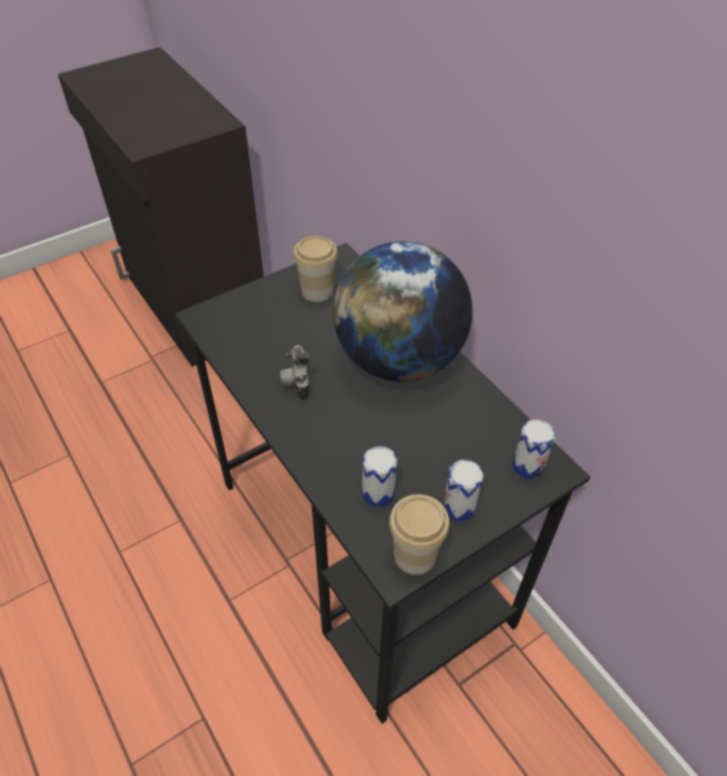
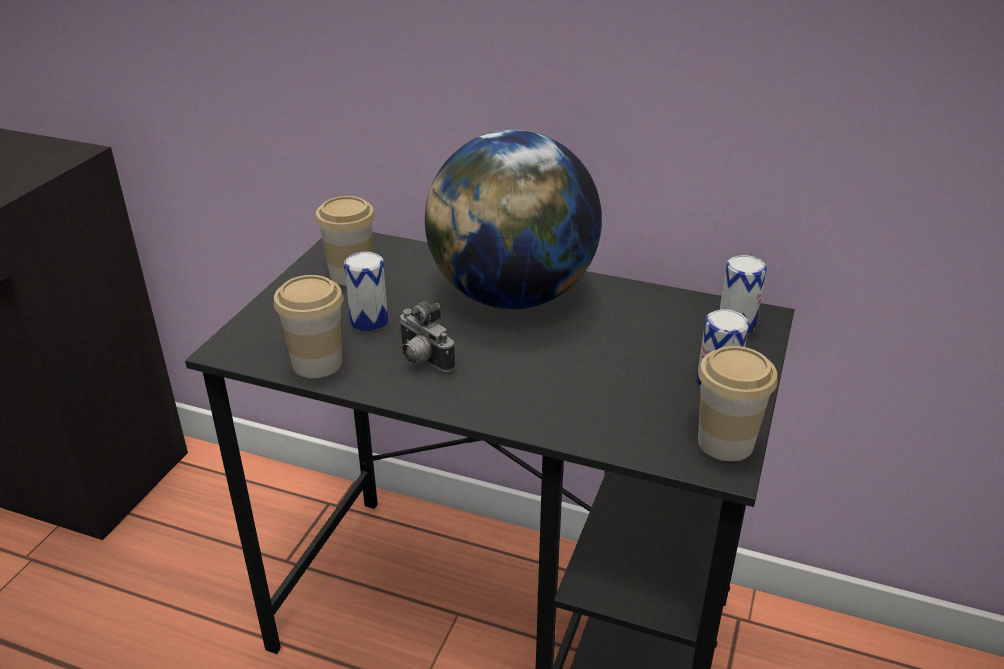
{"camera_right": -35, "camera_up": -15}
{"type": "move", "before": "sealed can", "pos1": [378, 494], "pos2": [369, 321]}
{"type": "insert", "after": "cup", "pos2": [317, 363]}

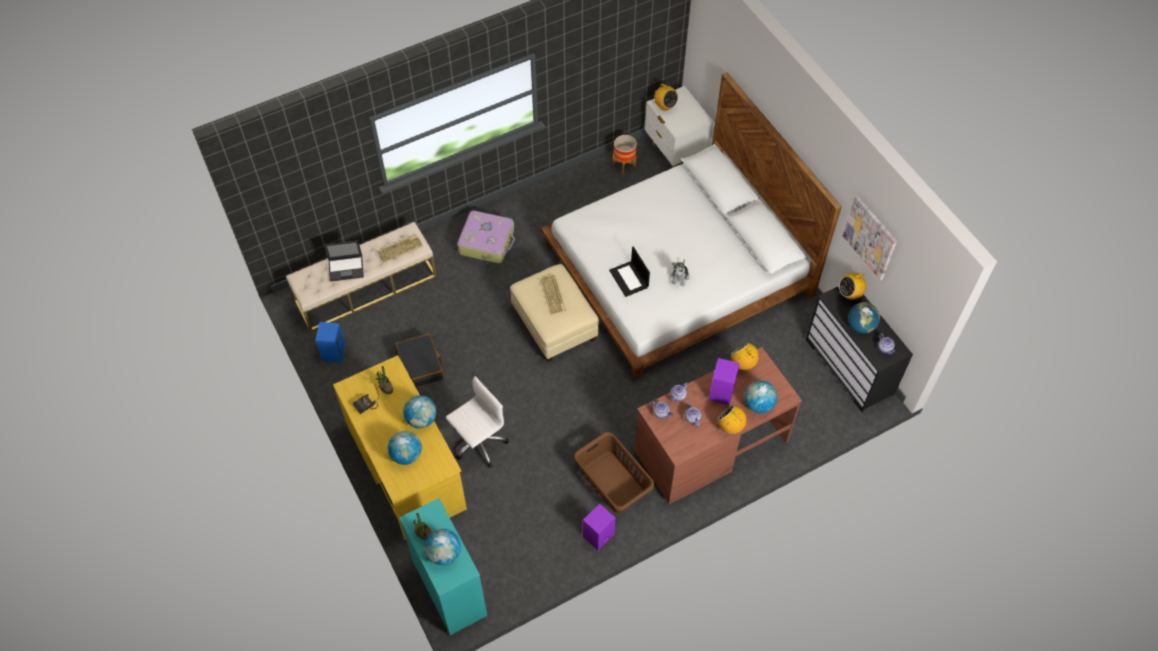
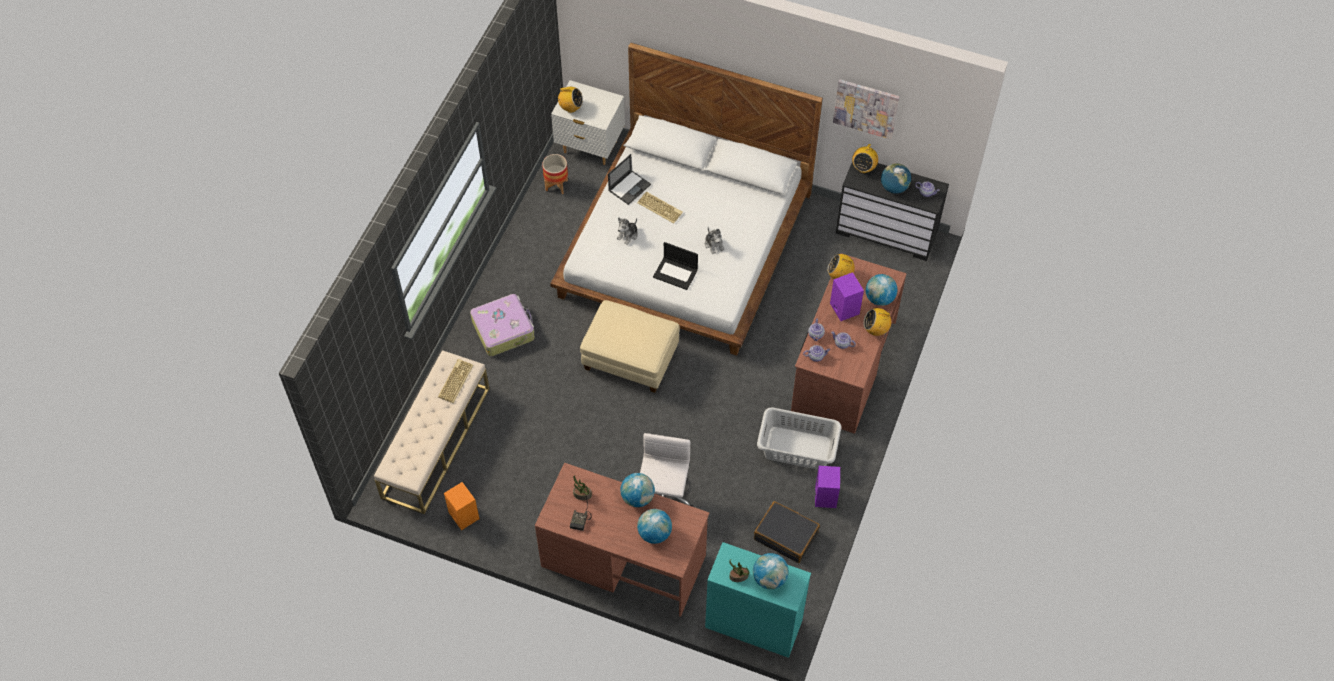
{"camera_right": -40, "camera_up": 0}
{"type": "move", "before": "notebook computer", "pos1": [346, 268], "pos2": [629, 187]}
{"type": "move", "before": "PC keyboard", "pos1": [553, 295], "pos2": [660, 207]}
{"type": "recolor", "before": "blue speaker", "after": "orange-coloured speaker", "pos1": [333, 351], "pos2": [463, 515]}
{"type": "move", "before": "black-coloured piece of luggage", "pos1": [420, 365], "pos2": [786, 536]}
{"type": "recolor", "before": "yellow desk table", "after": "brown desk table", "pos1": [406, 466], "pos2": [623, 560]}
{"type": "recolor", "before": "brown hamper", "after": "greyish hamper", "pos1": [612, 482], "pos2": [797, 449]}
{"type": "insert", "after": "plush toy", "pos2": [628, 235]}

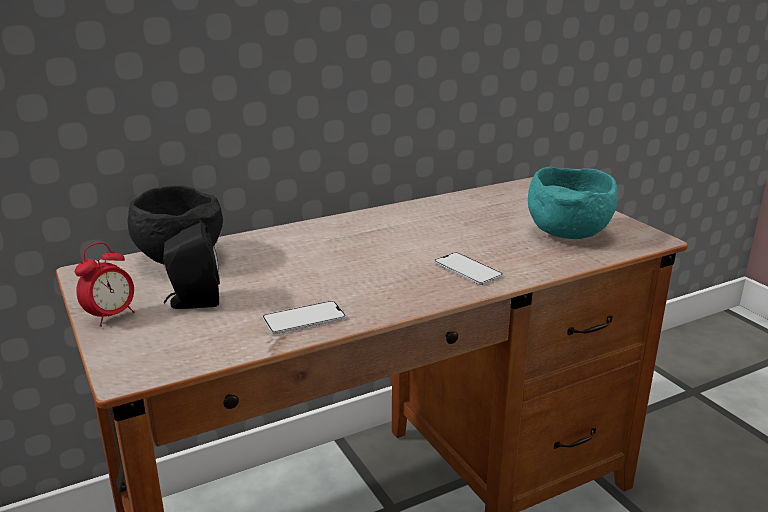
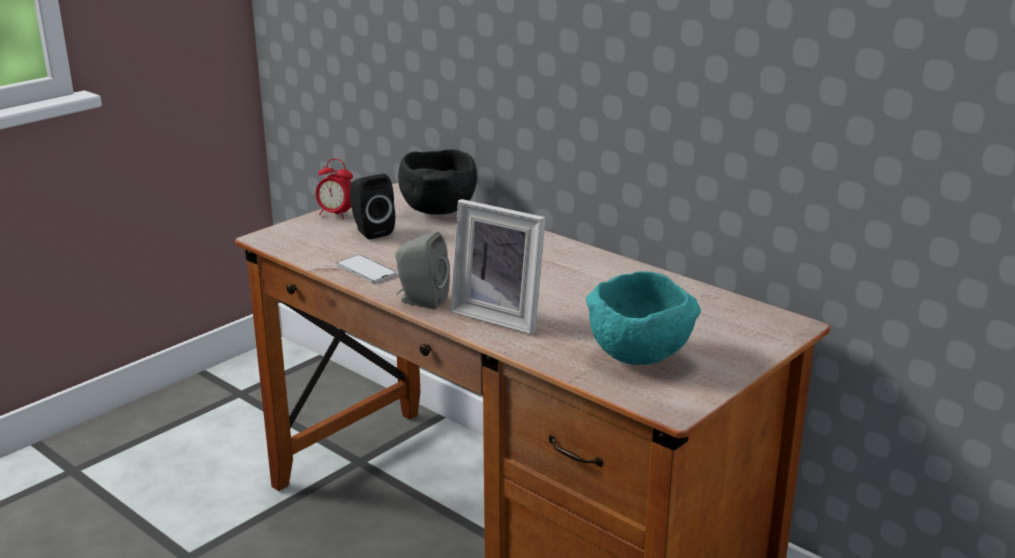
{"camera_right": 70, "camera_up": 0}
{"type": "replace", "before": "handset", "after": "picture frame", "pos1": [467, 269], "pos2": [501, 316]}
{"type": "insert", "after": "greyish speaker", "pos2": [420, 300]}

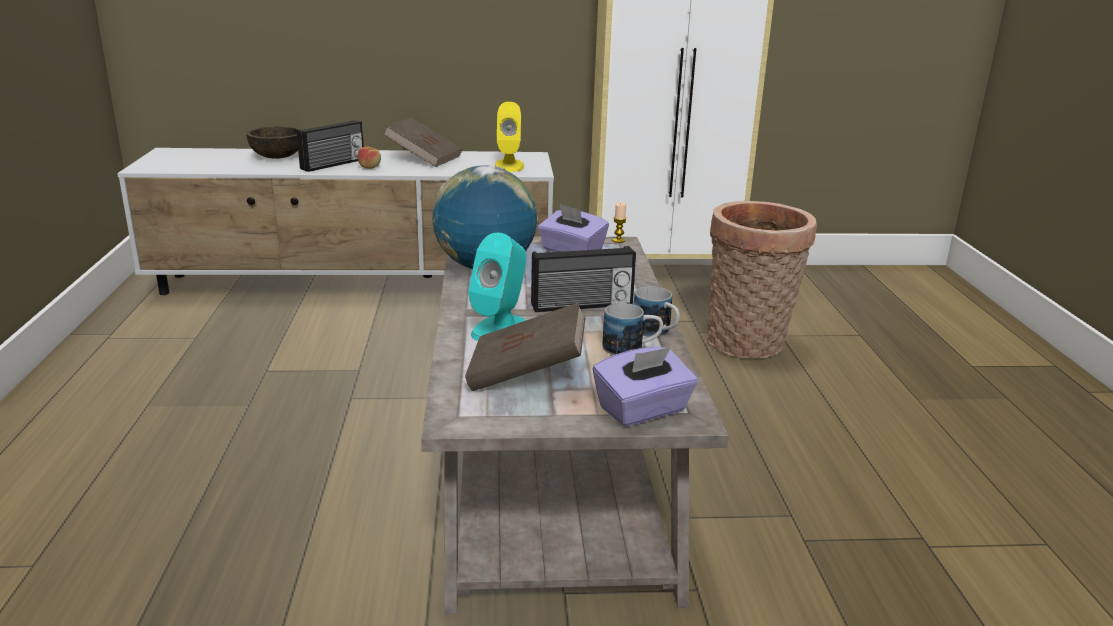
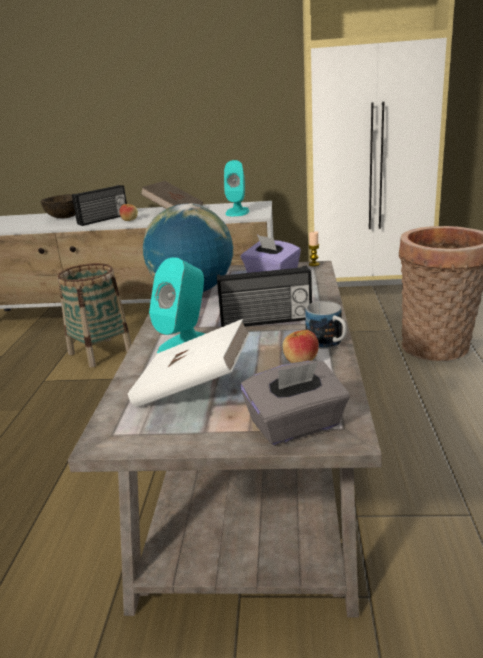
{"camera_right": 10, "camera_up": 0}
{"type": "recolor", "before": "yellow speaker", "after": "turquoise speaker", "pos1": [509, 166], "pos2": [237, 212]}
{"type": "recolor", "before": "brown bound book", "after": "whitish bound book", "pos1": [526, 374], "pos2": [193, 389]}
{"type": "replace", "before": "coffee mug", "after": "apple fruit", "pos1": [631, 349], "pos2": [300, 361]}
{"type": "recolor", "before": "purplish tissue holder", "after": "greyish tissue holder", "pos1": [643, 410], "pos2": [296, 426]}
{"type": "insert", "after": "basket", "pos2": [100, 352]}

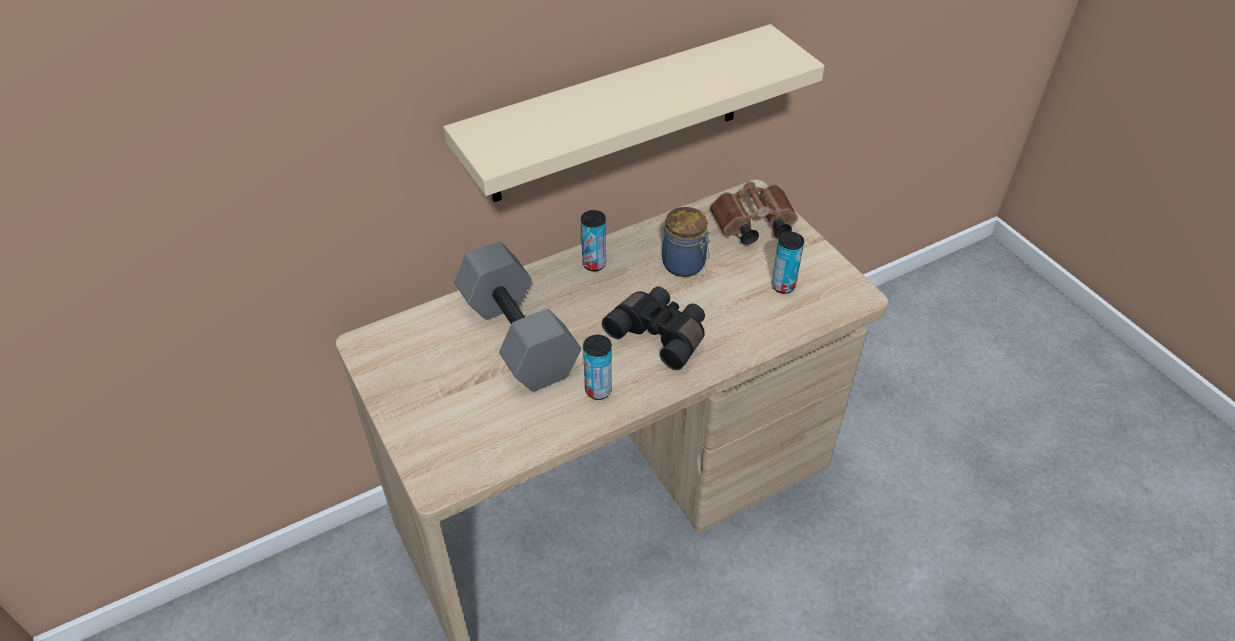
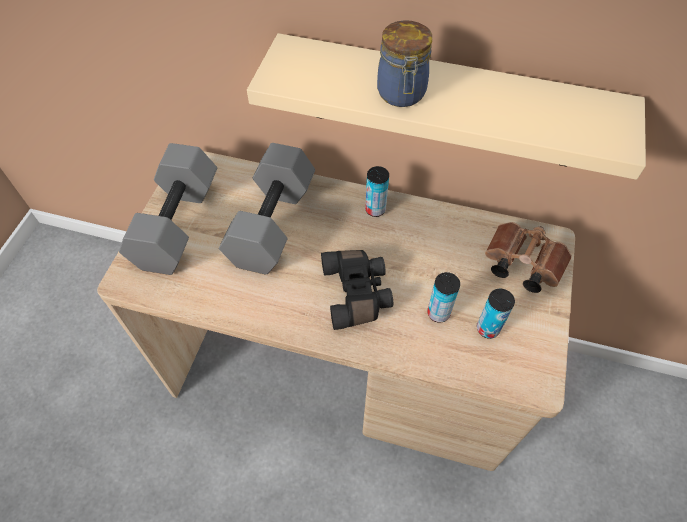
{"camera_right": 45, "camera_up": 10}
{"type": "move", "before": "jar", "pos1": [685, 265], "pos2": [401, 94]}
{"type": "move", "before": "sealed can", "pos1": [598, 390], "pos2": [438, 313]}
{"type": "insert", "after": "greyish hand weight", "pos2": [178, 225]}

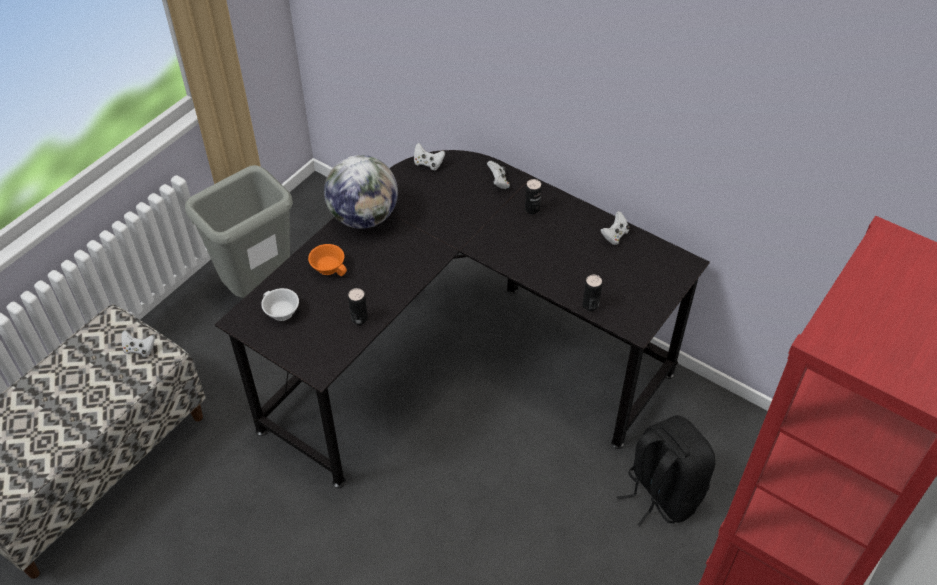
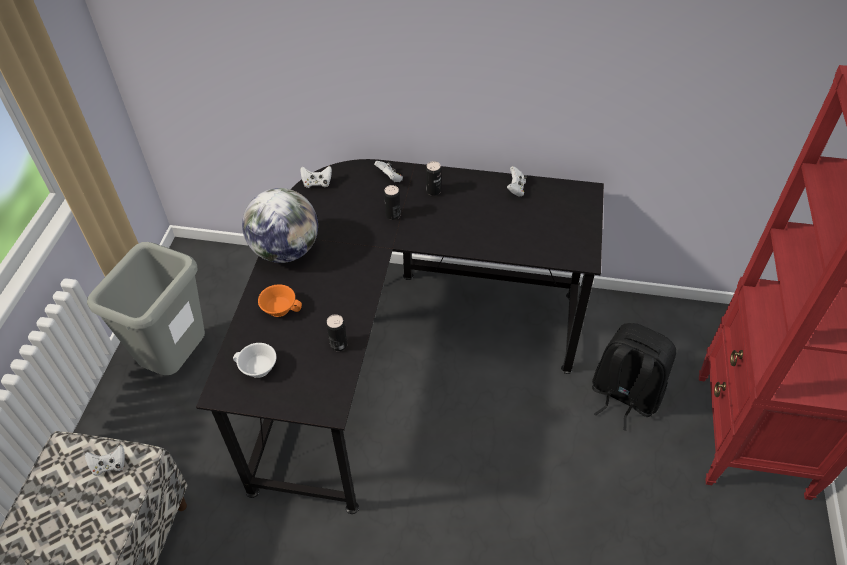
{"camera_right": -25, "camera_up": 0}
{"type": "move", "before": "sealed can", "pos1": [590, 305], "pos2": [393, 215]}

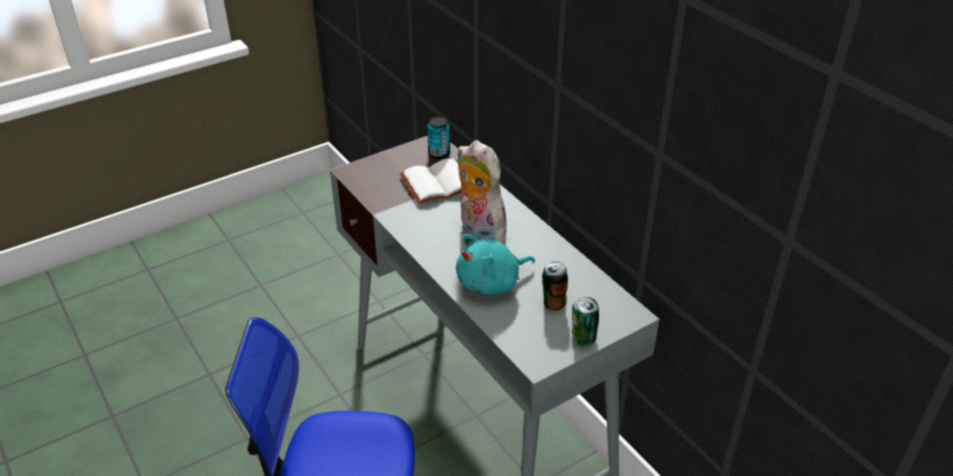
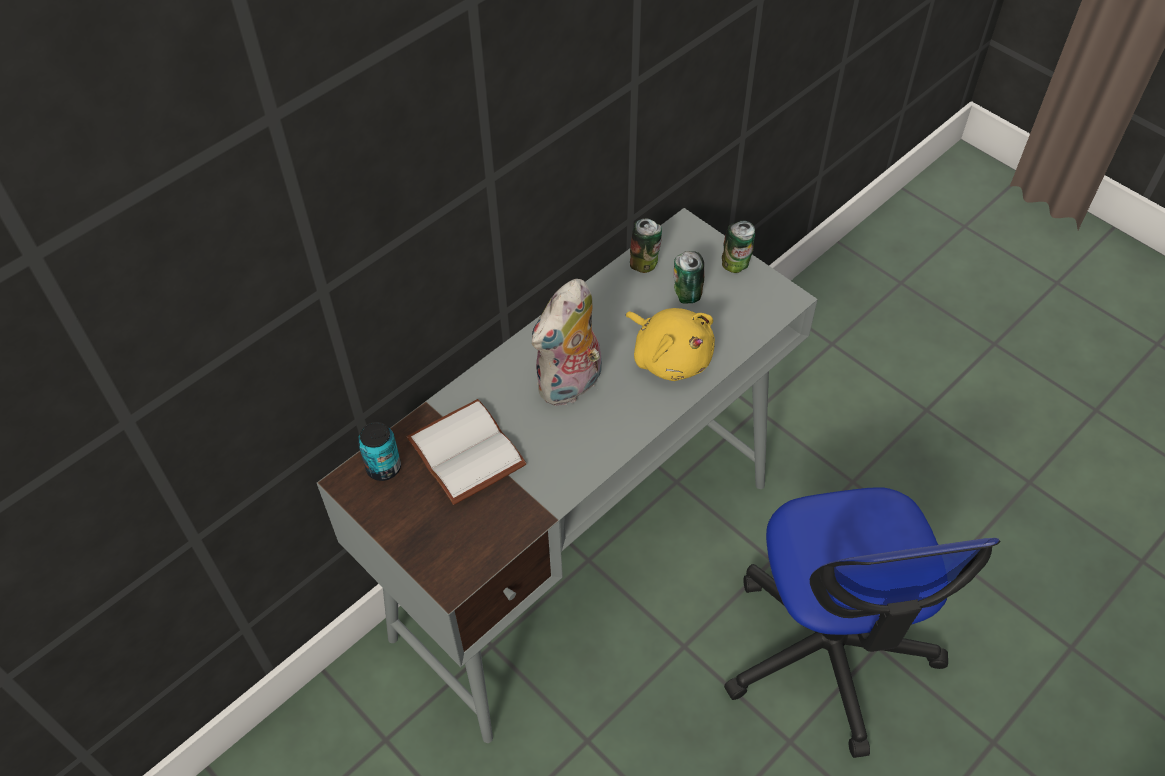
{"camera_right": -100, "camera_up": 15}
{"type": "recolor", "before": "turquoise plush toy", "after": "yellow plush toy", "pos1": [491, 283], "pos2": [670, 356]}
{"type": "insert", "after": "sealed can", "pos2": [645, 263]}

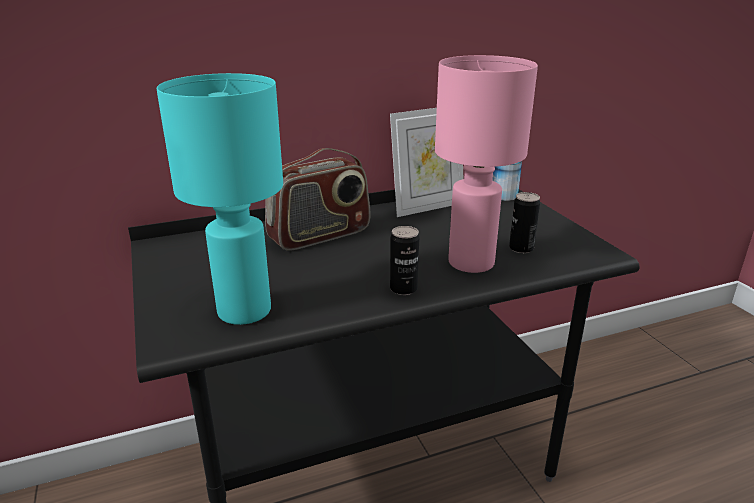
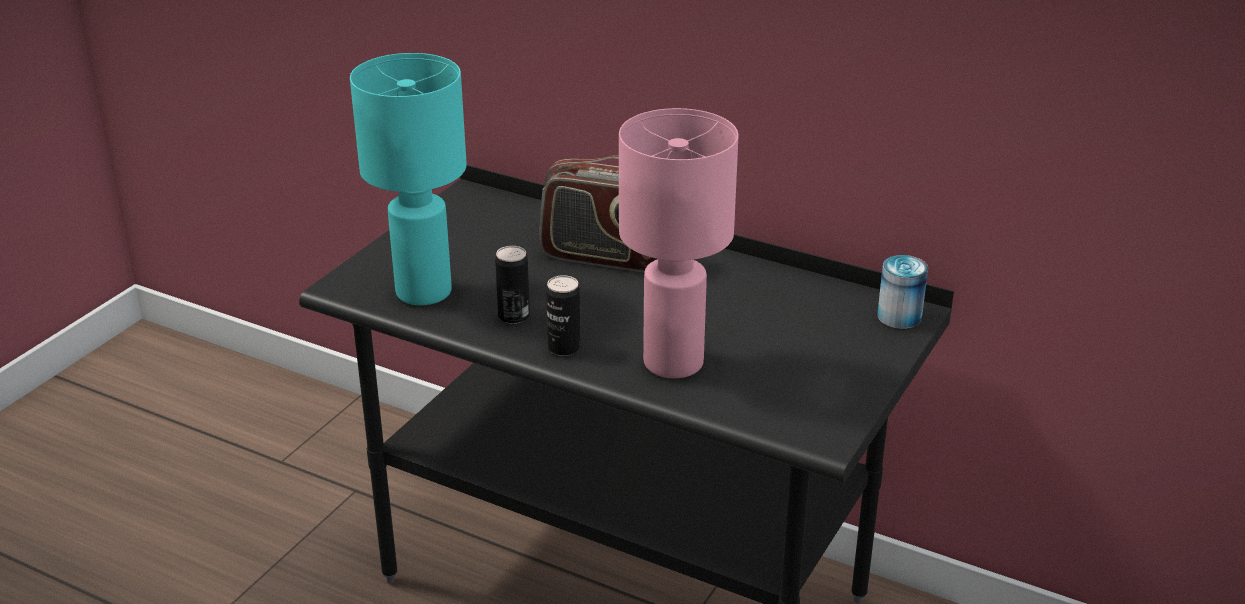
{"camera_right": 50, "camera_up": 5}
{"type": "delete", "before": "picture frame", "pos1": [427, 207]}
{"type": "move", "before": "sealed can", "pos1": [521, 248], "pos2": [514, 316]}

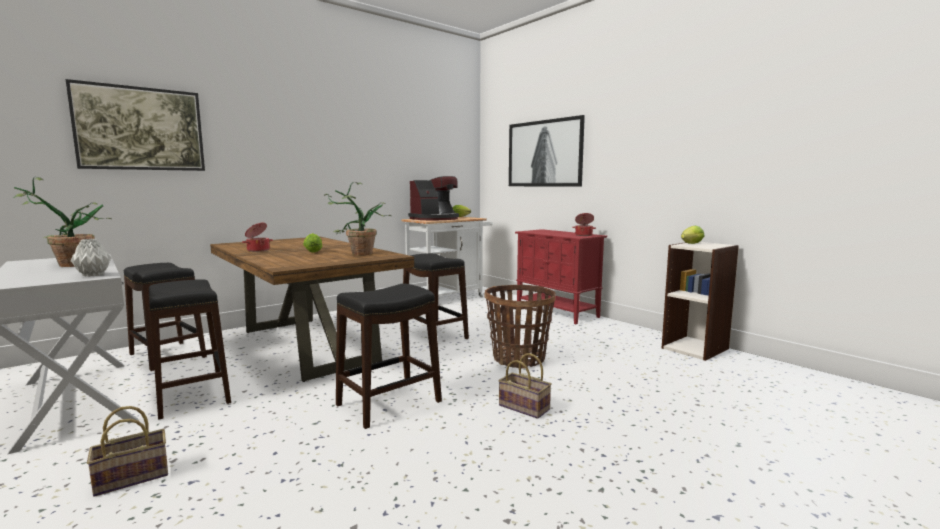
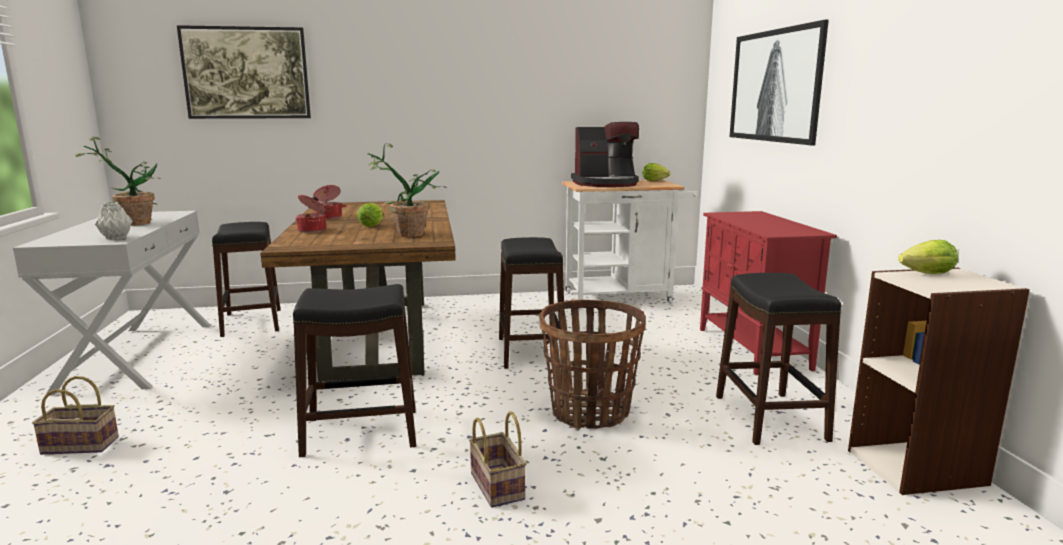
{"camera_right": 30, "camera_up": 5}
{"type": "move", "before": "stockpot", "pos1": [583, 235], "pos2": [313, 230]}
{"type": "move", "before": "black-coloured sitting stool", "pos1": [191, 395], "pos2": [769, 418]}

